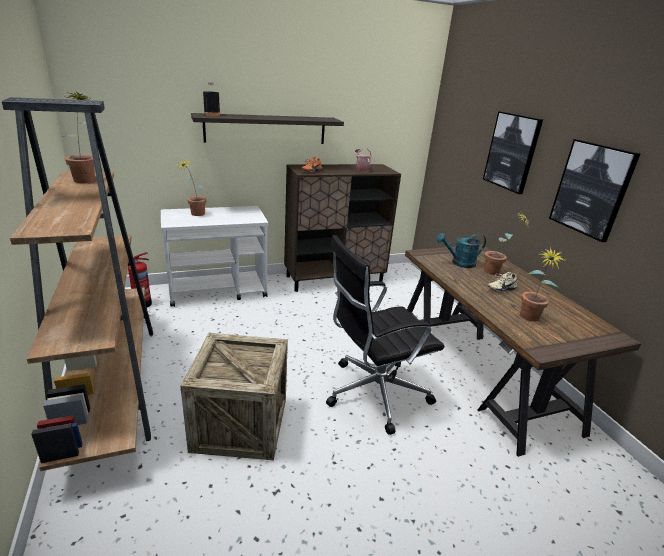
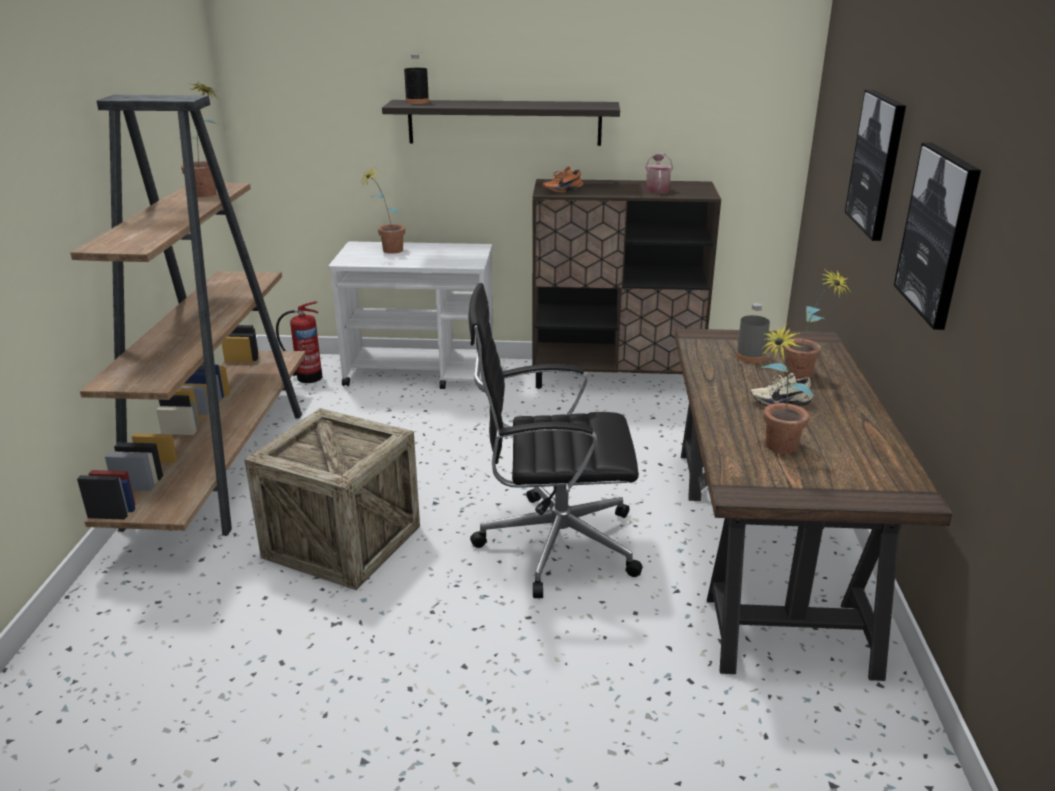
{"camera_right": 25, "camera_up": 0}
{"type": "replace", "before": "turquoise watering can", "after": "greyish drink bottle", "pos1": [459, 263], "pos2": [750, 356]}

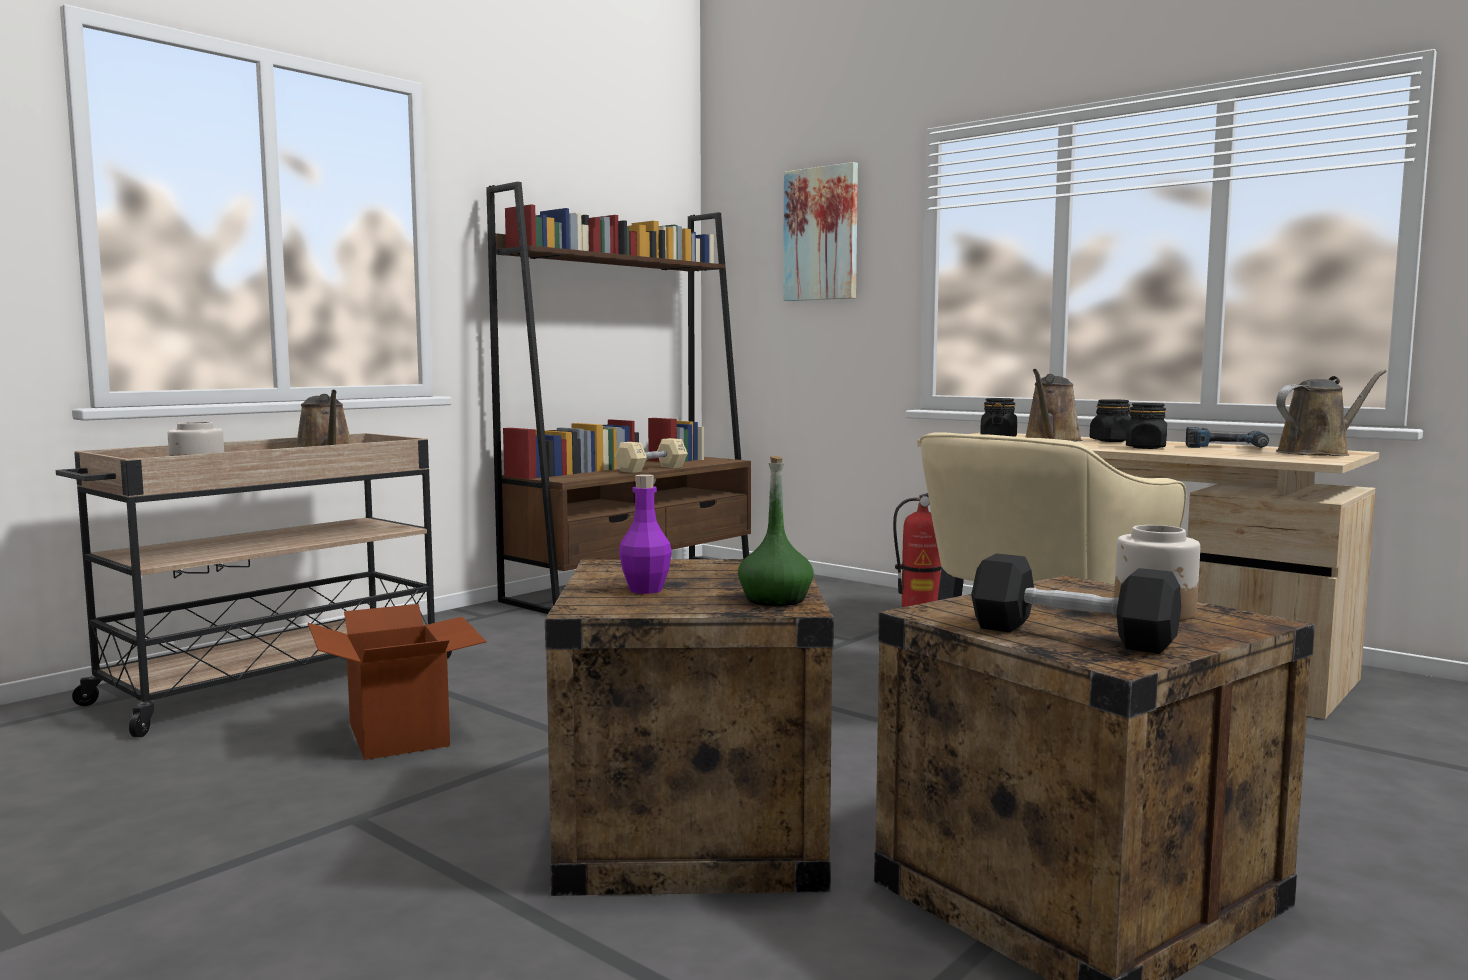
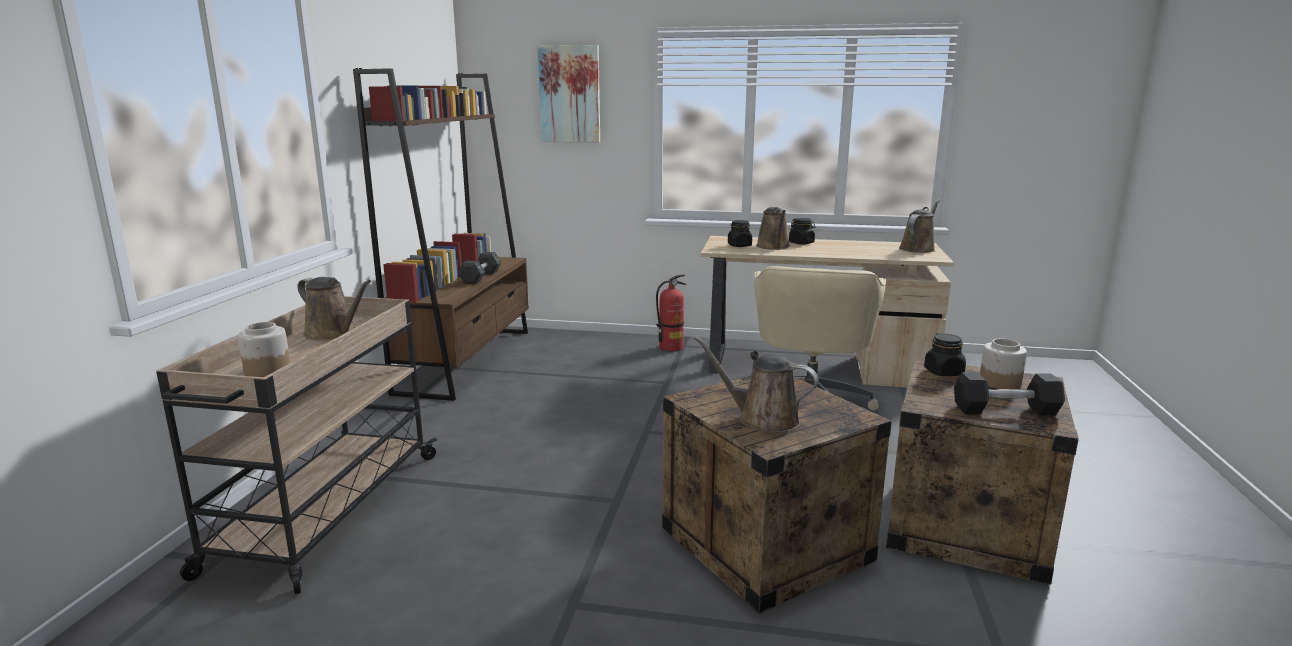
{"camera_right": -30, "camera_up": 10}
{"type": "move", "before": "black-coloured jar", "pos1": [1146, 447], "pos2": [944, 372]}
{"type": "delete", "before": "drill", "pos1": [1227, 447]}
{"type": "recolor", "before": "sand-coloured hand weight", "after": "black-coloured hand weight", "pos1": [651, 469], "pos2": [480, 277]}
{"type": "delete", "before": "green drink bottle", "pos1": [775, 600]}
{"type": "replace", "before": "purplish drink bottle", "after": "brown watering can", "pos1": [645, 590], "pos2": [762, 419]}
{"type": "delete", "before": "cardboard box", "pos1": [400, 734]}

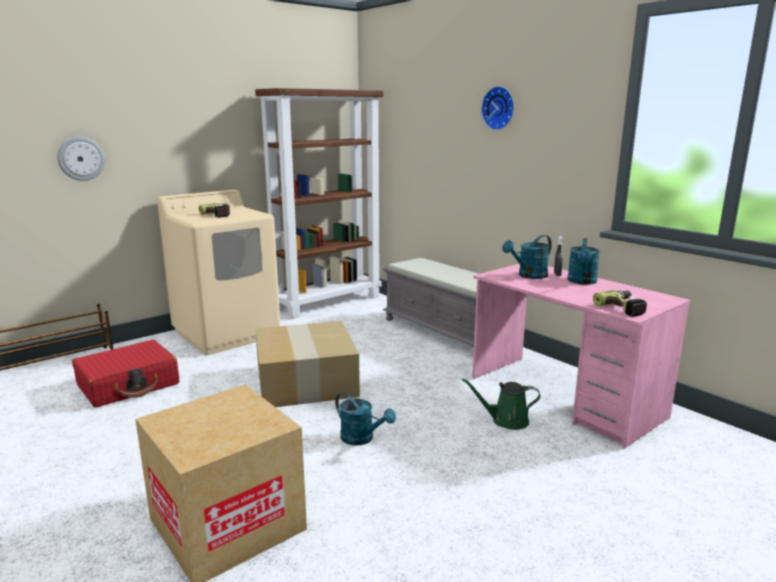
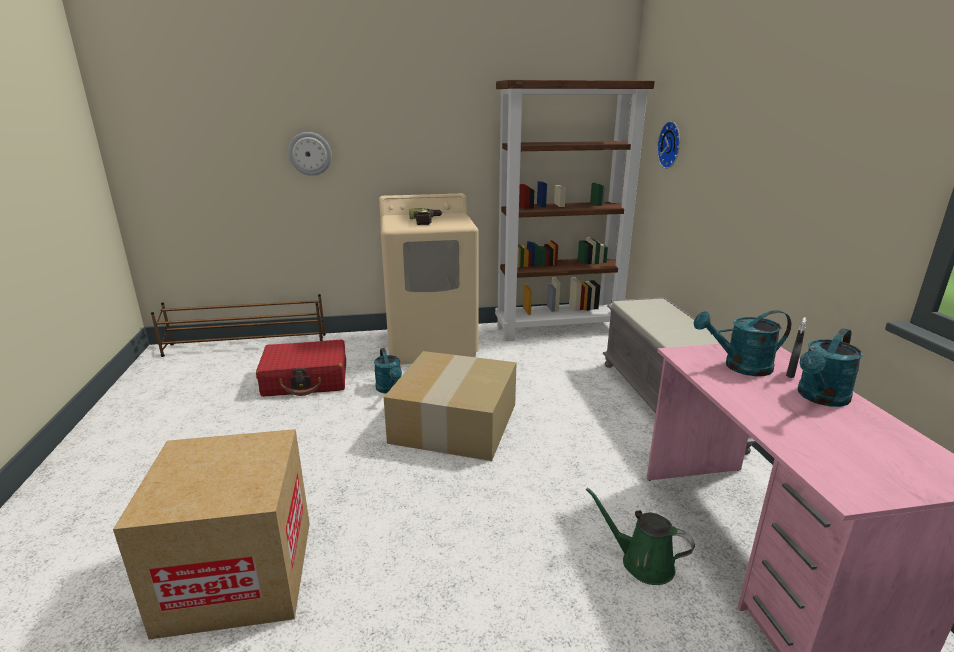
{"camera_right": 30, "camera_up": 5}
{"type": "move", "before": "clock on the wall", "pos1": [499, 108], "pos2": [671, 145]}
{"type": "delete", "before": "drill", "pos1": [625, 308]}
{"type": "move", "before": "turquoise watering can", "pos1": [362, 439], "pos2": [390, 389]}

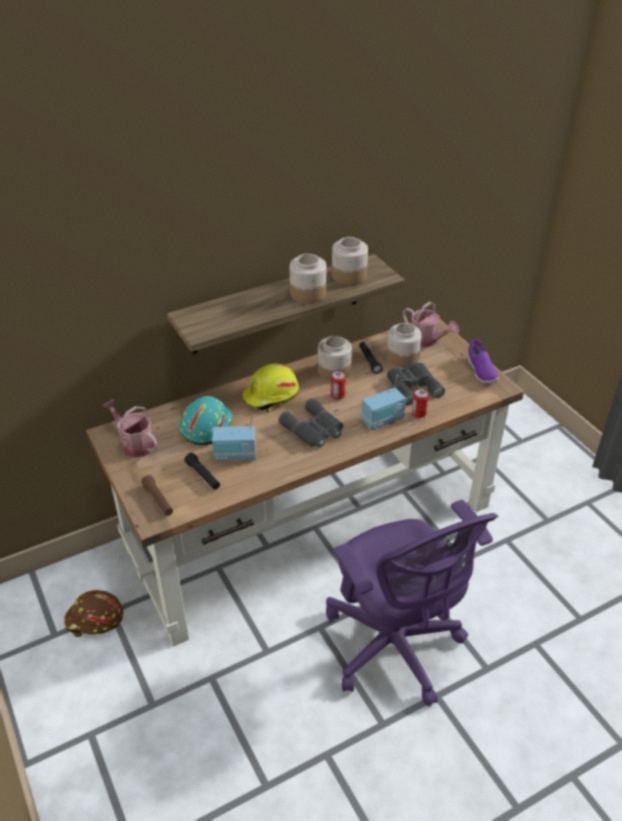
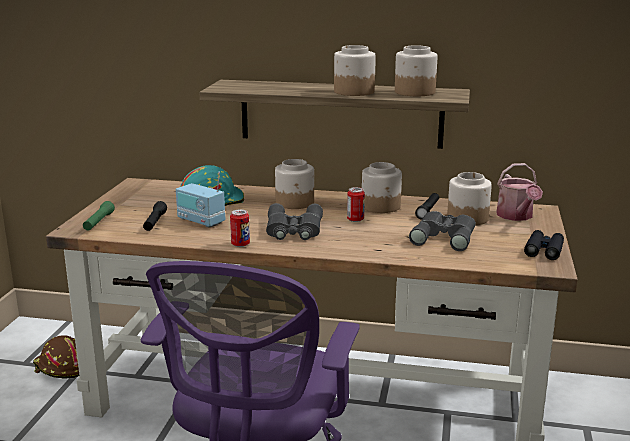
{"camera_right": 40, "camera_up": -20}
{"type": "replace", "before": "purplish low shoe", "after": "black-coloured pair of binoculars", "pos1": [480, 371], "pos2": [544, 250]}
{"type": "replace", "before": "yellow work helmet", "after": "jar", "pos1": [271, 396], "pos2": [295, 203]}
{"type": "delete", "before": "radio set", "pos1": [382, 420]}
{"type": "move", "before": "sealed can", "pos1": [418, 414], "pos2": [240, 244]}
{"type": "delete", "before": "watering can", "pos1": [134, 443]}
{"type": "recolor", "before": "brown flashlight", "after": "green flashlight", "pos1": [158, 500], "pos2": [98, 222]}

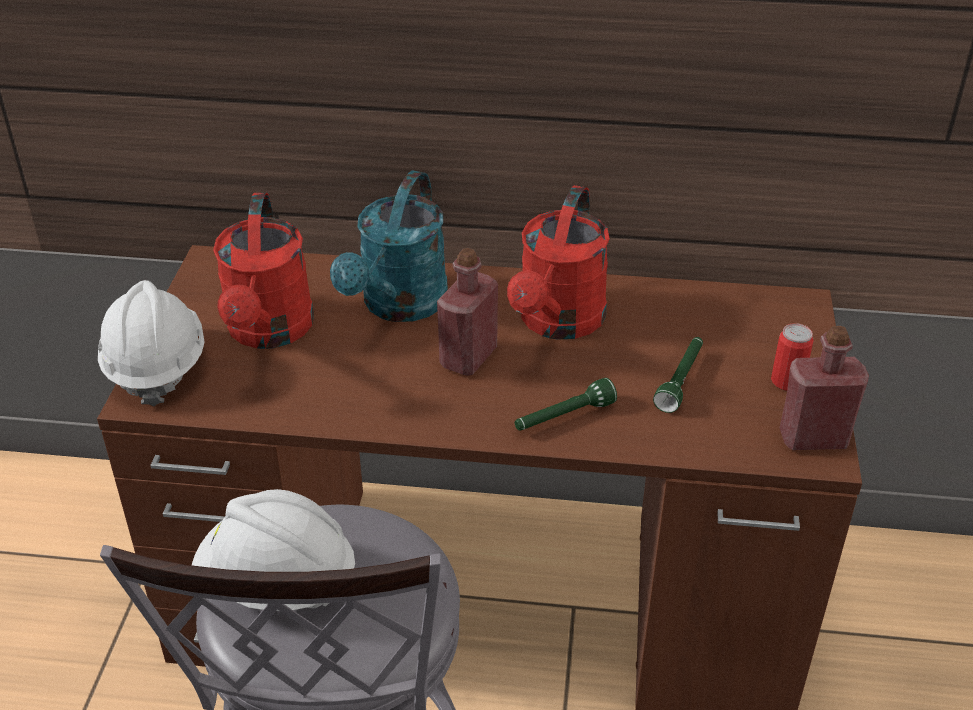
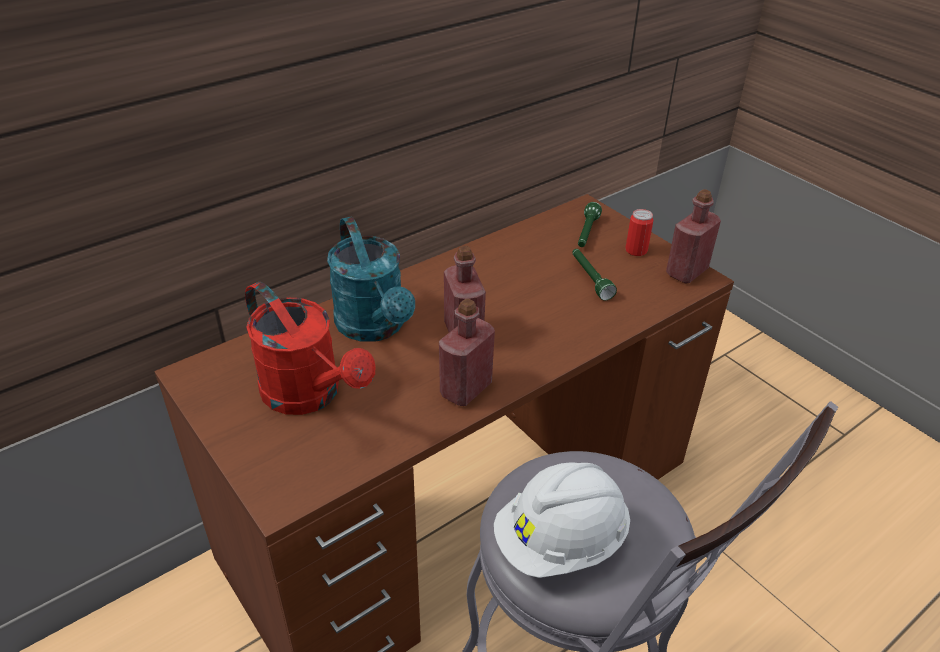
{"camera_right": -45, "camera_up": 0}
{"type": "delete", "before": "red-coloured watering can", "pos1": [558, 323]}
{"type": "delete", "before": "whitish work helmet", "pos1": [156, 367]}
{"type": "move", "before": "green flashlight", "pos1": [563, 417], "pos2": [586, 233]}
{"type": "insert", "after": "red-coloured drink bottle", "pos2": [466, 389]}

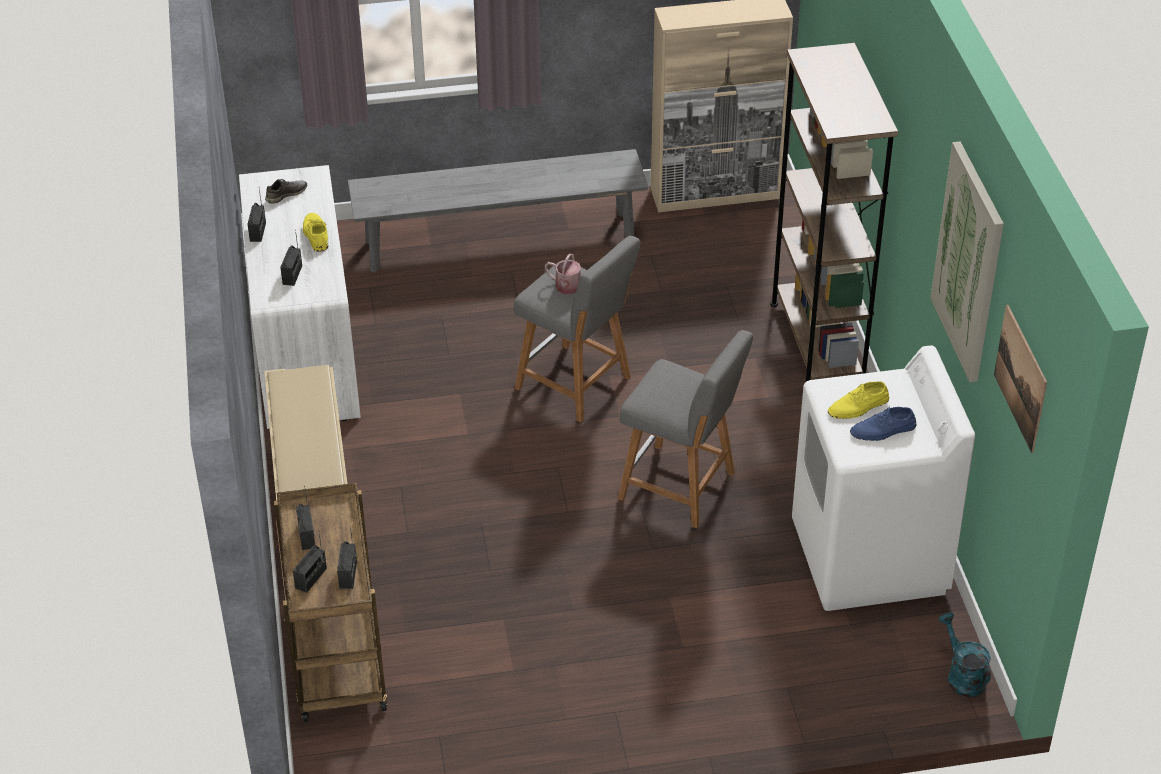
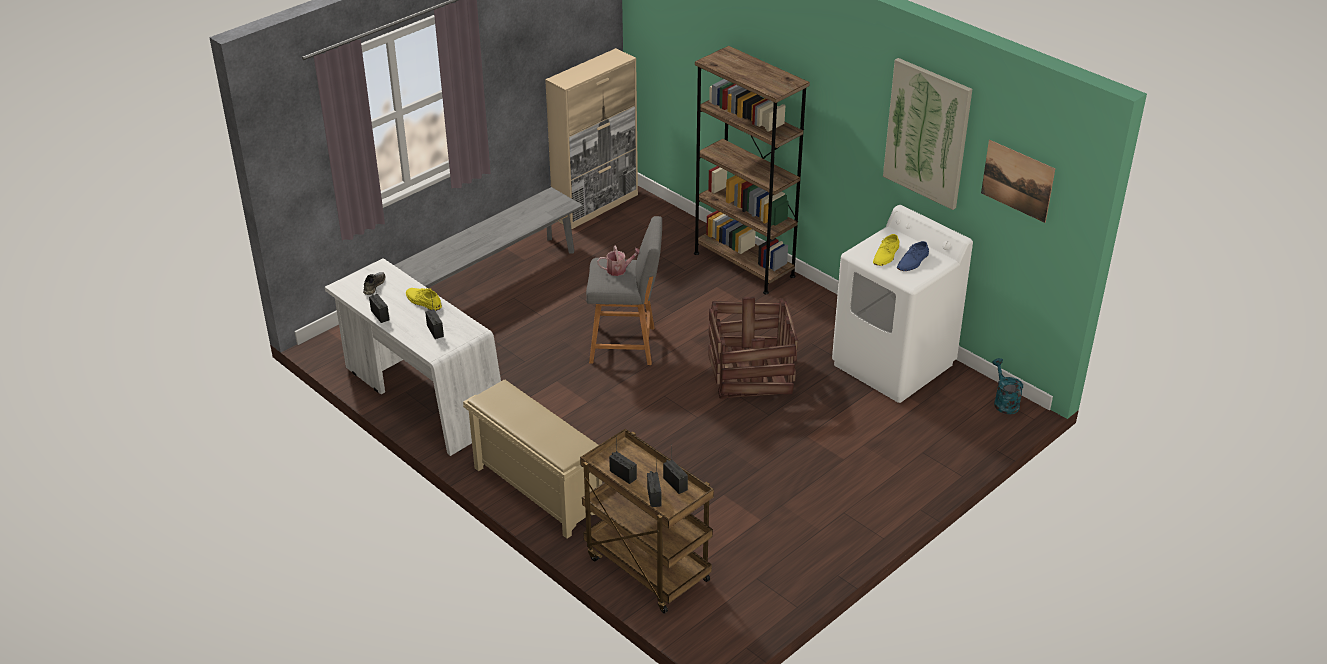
{"camera_right": -35, "camera_up": -5}
{"type": "replace", "before": "greyish sitting stool", "after": "shipping crate", "pos1": [682, 488], "pos2": [750, 374]}
{"type": "rotate", "before": "turquoise watering can", "pos1": [962, 676], "pos2": [1004, 402], "turn": 45}

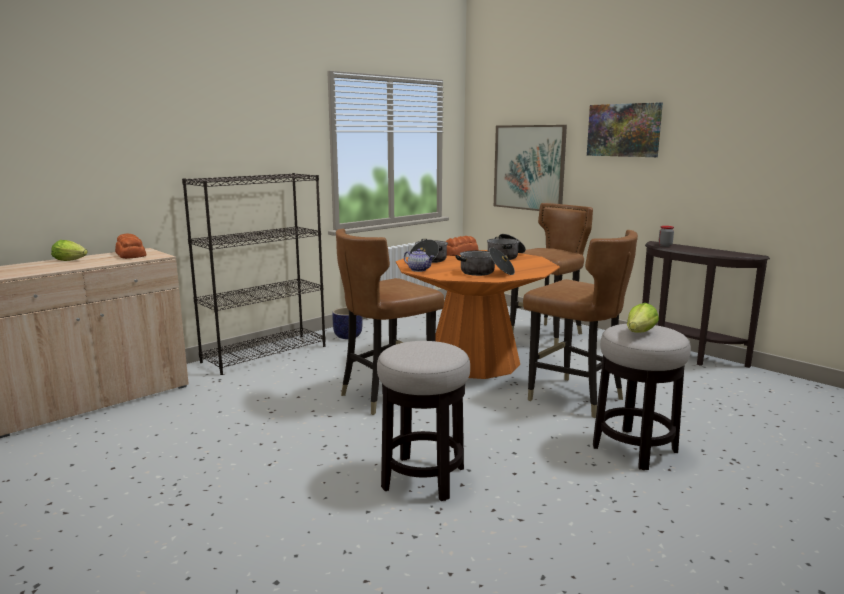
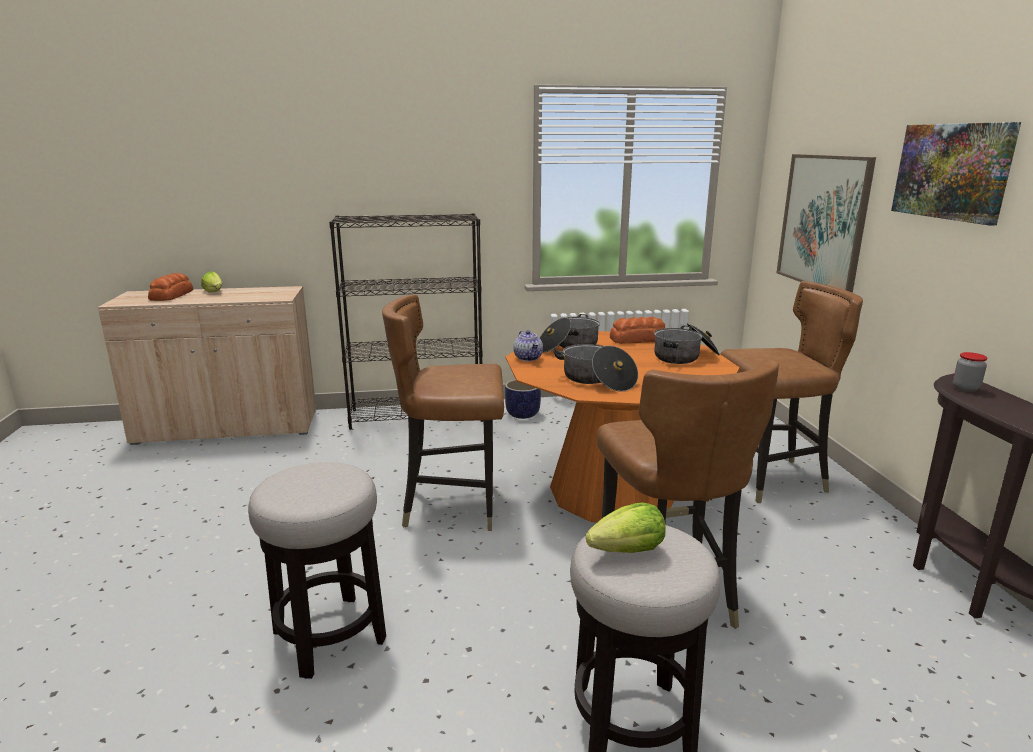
{"camera_right": 35, "camera_up": 5}
{"type": "move", "before": "bread", "pos1": [131, 254], "pos2": [172, 295]}

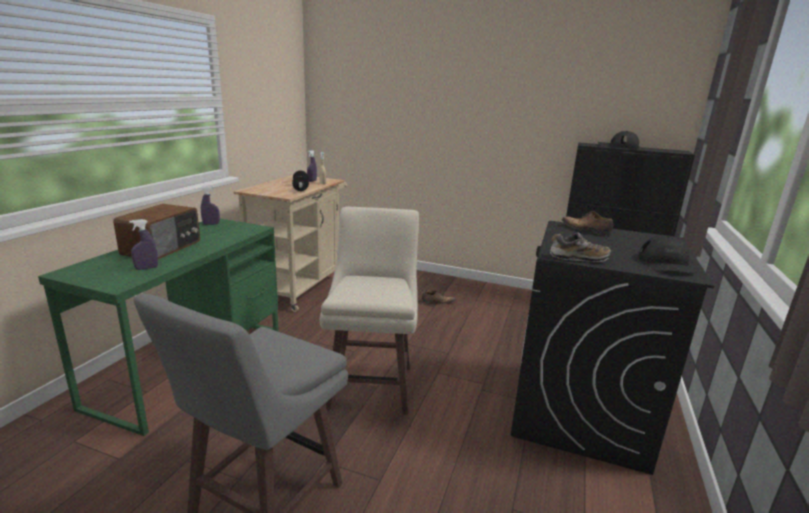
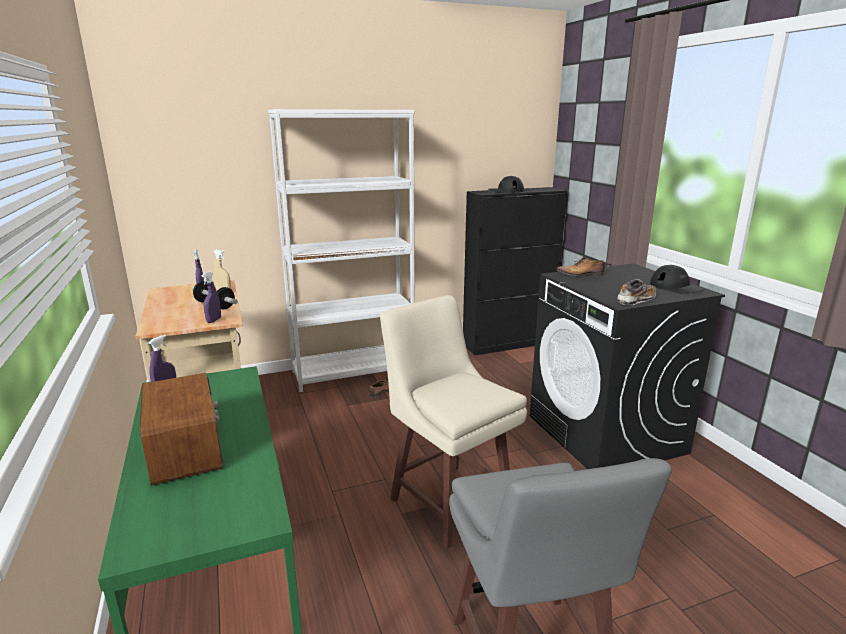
{"camera_right": -40, "camera_up": 0}
{"type": "move", "before": "purplish spray bottle", "pos1": [146, 268], "pos2": [214, 320]}
{"type": "insert", "after": "whitish shelving unit", "pos2": [354, 372]}

